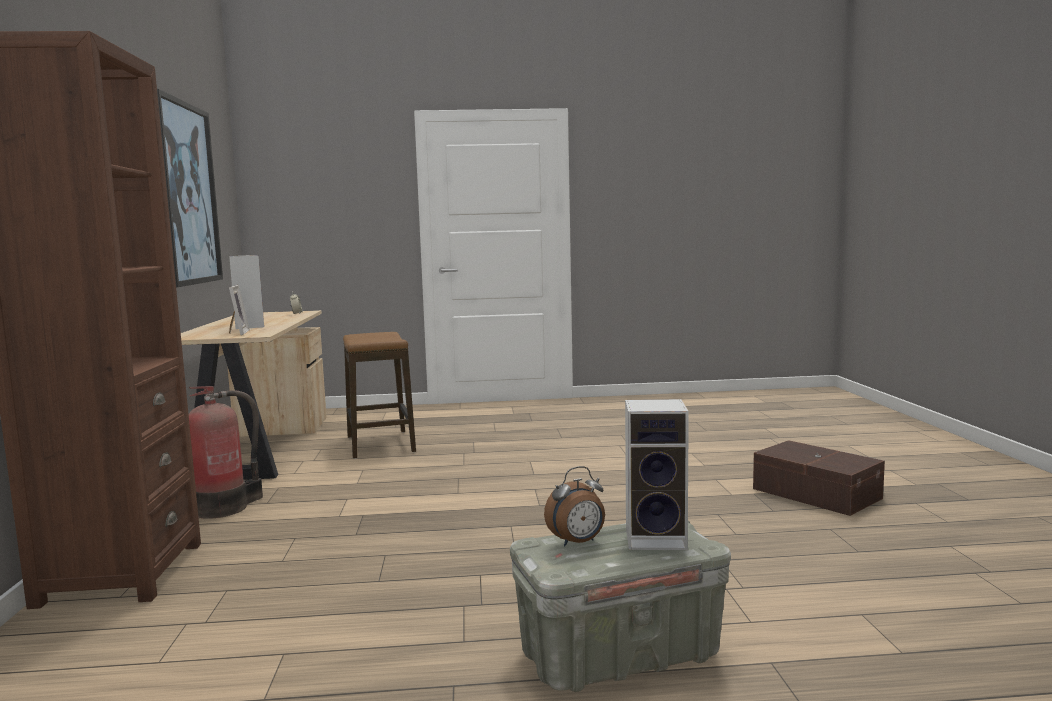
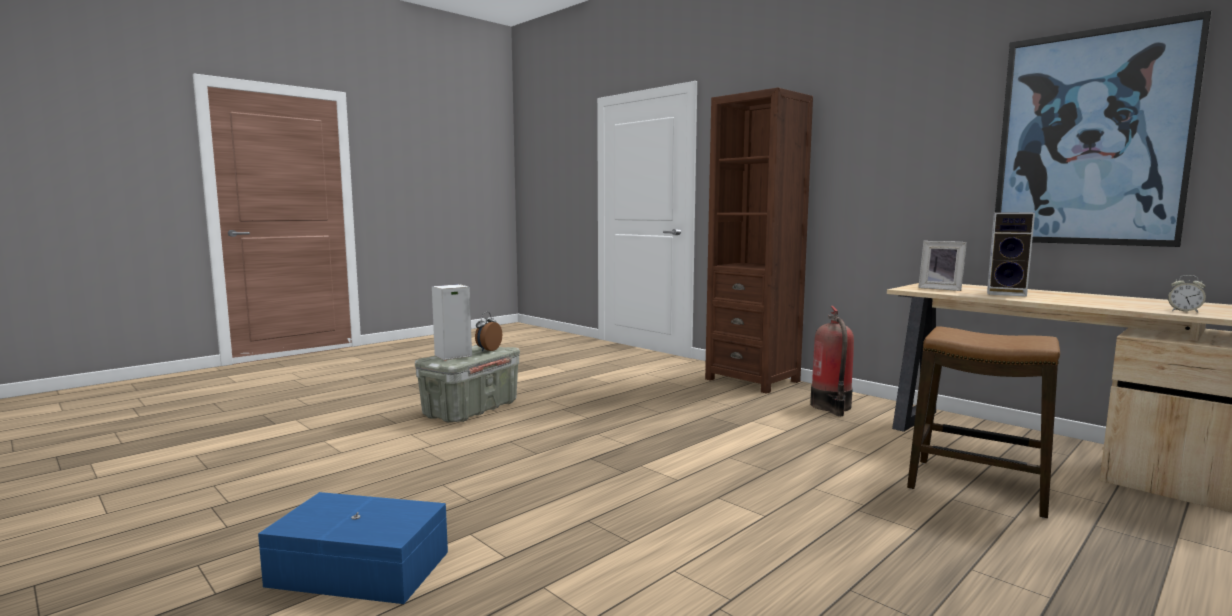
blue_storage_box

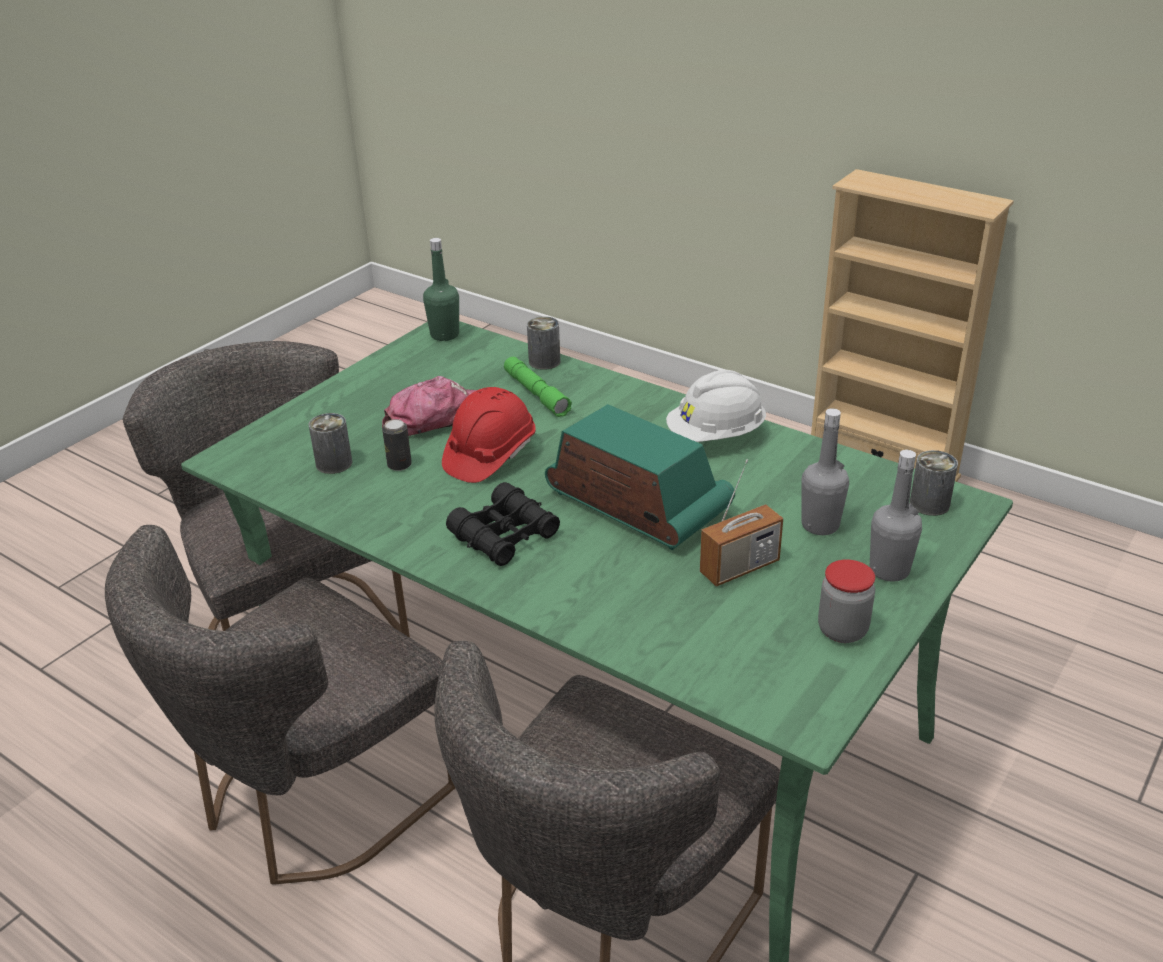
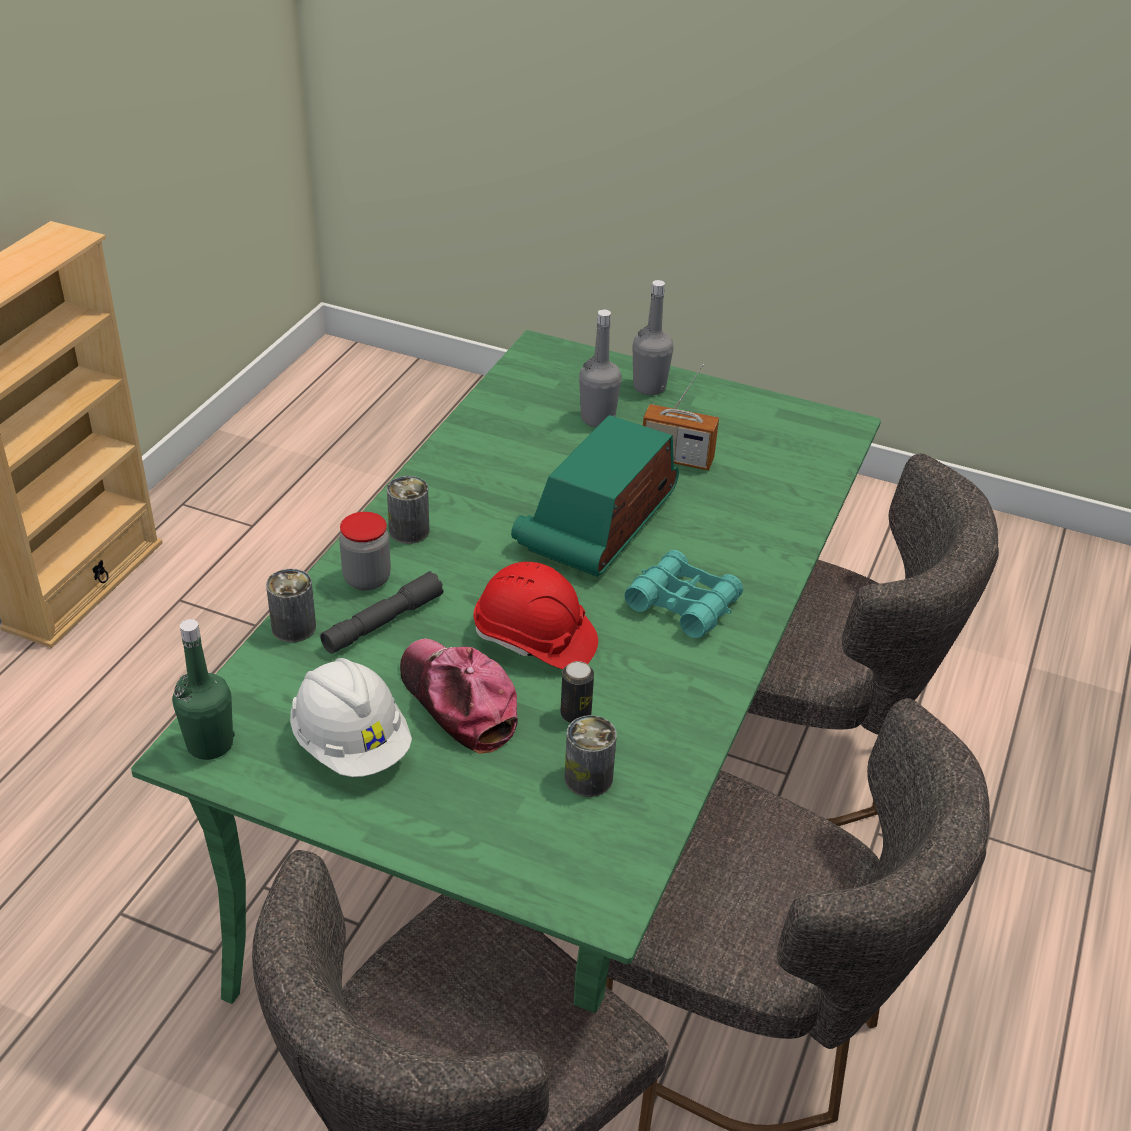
turquoise_binoculars; grey_flashlight; white_hard_hat; radio (no. 2 from left); jar; can (no. 2 from left)

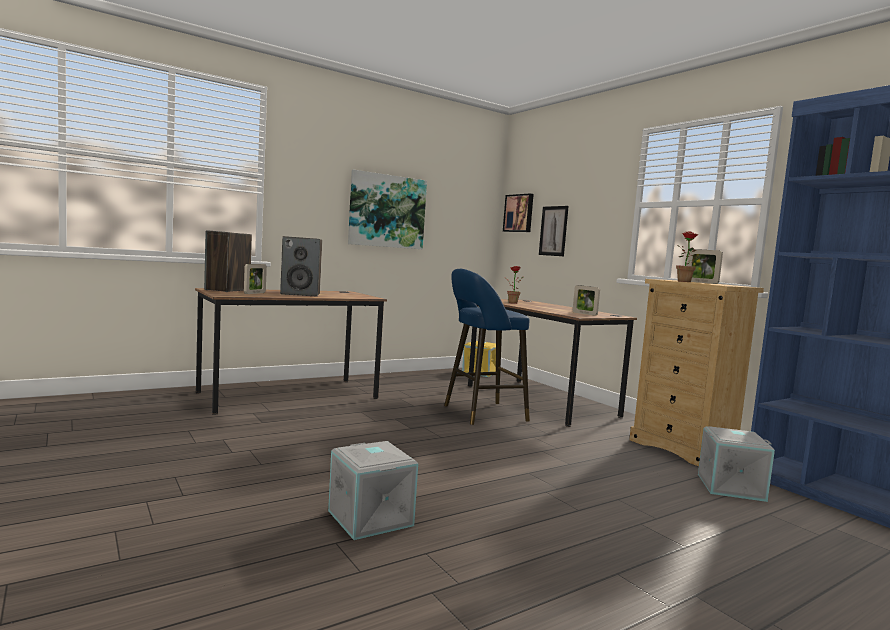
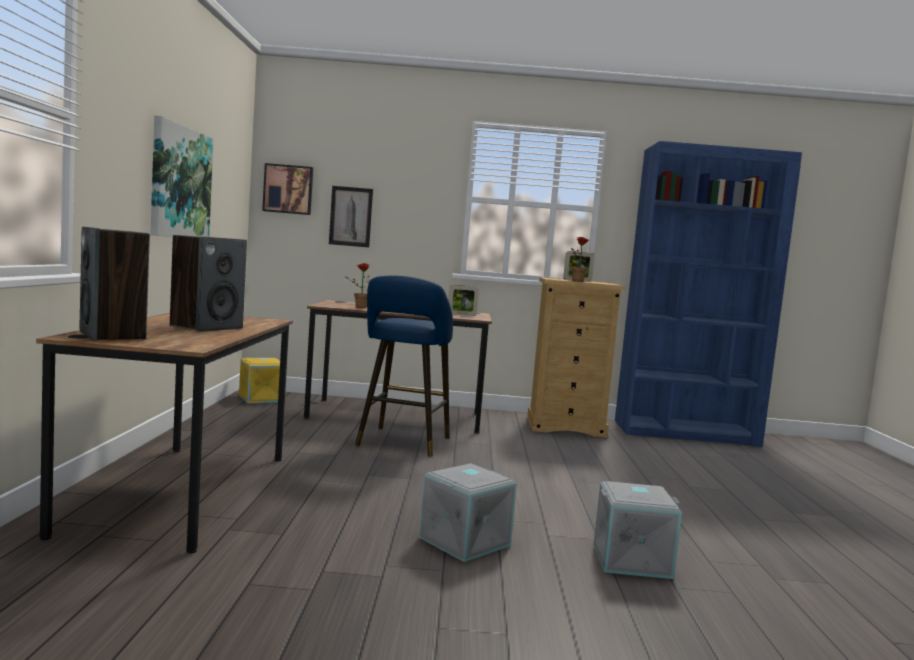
picture_frame (no. 1 from left in the first image); grey_storage_box (no. 1 from left)

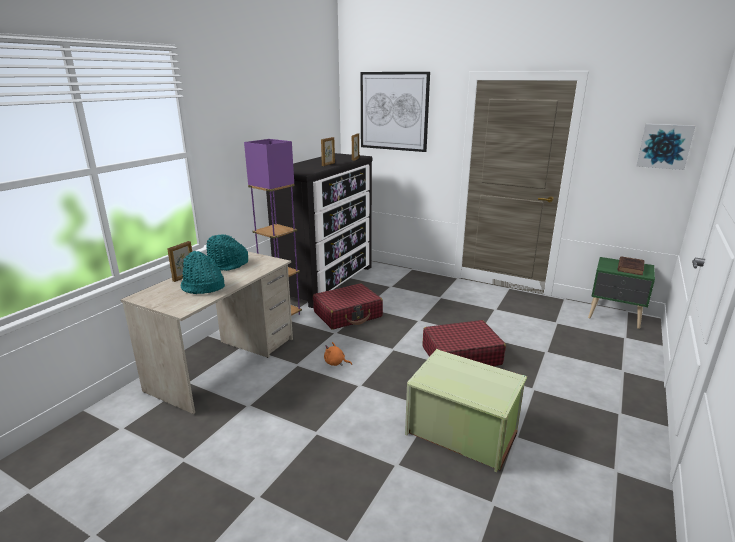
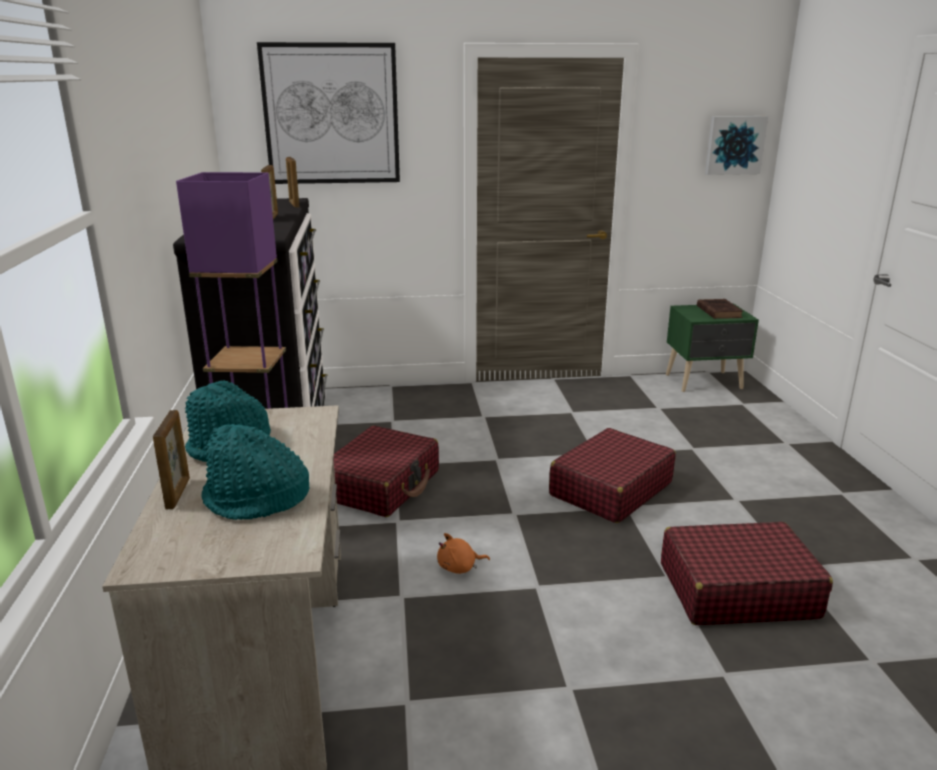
red_suitcase (no. 3 from left)

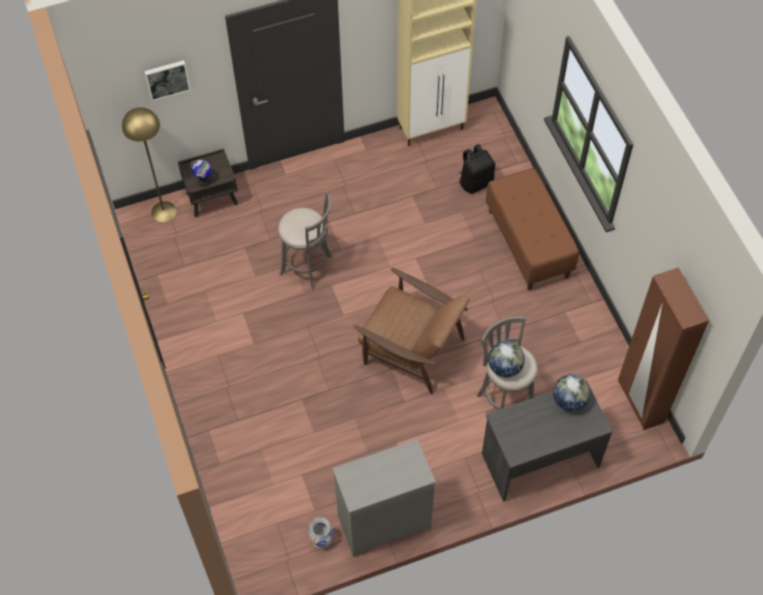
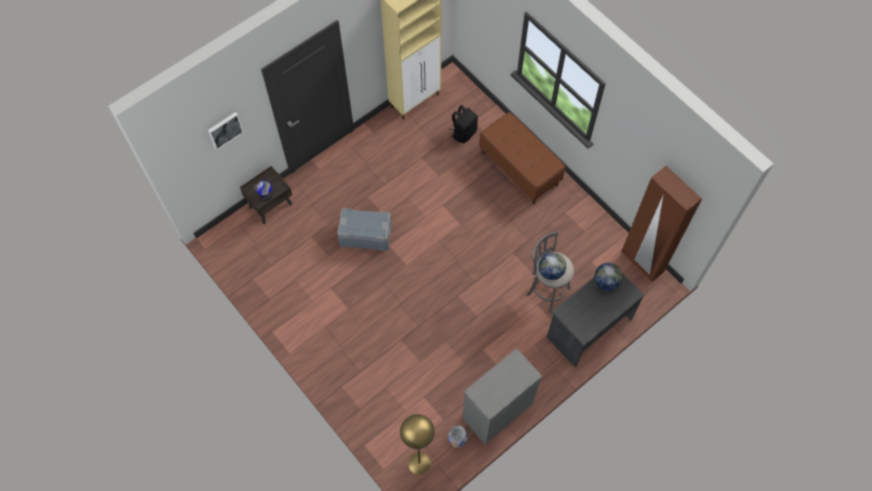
yellow_floor_lamp; grey_storage_box; brown_armchair

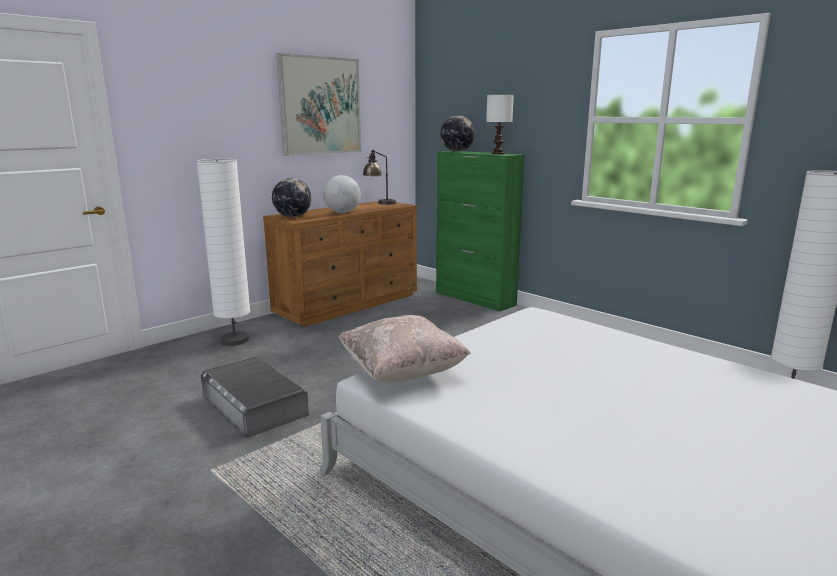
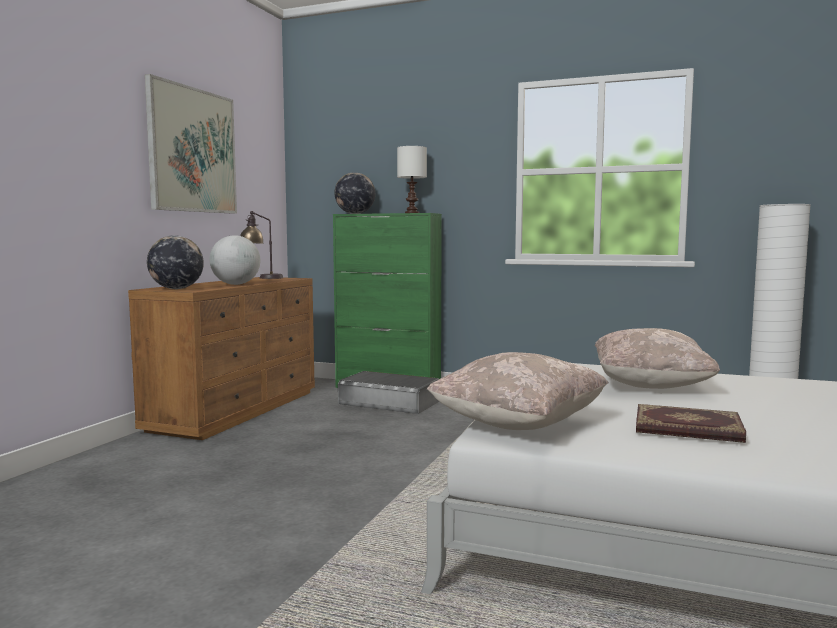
white_floor_lamp (no. 1 from left in the first image); grey_storage_box; beige_pillow (no. 2 from left); book

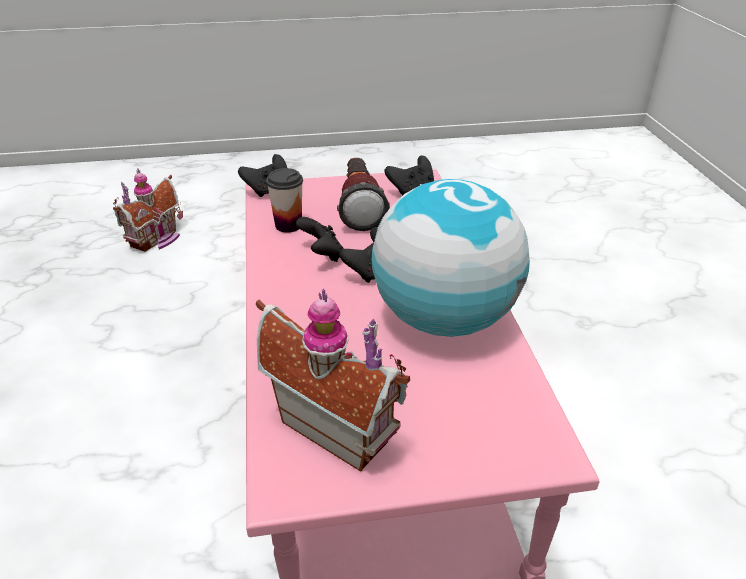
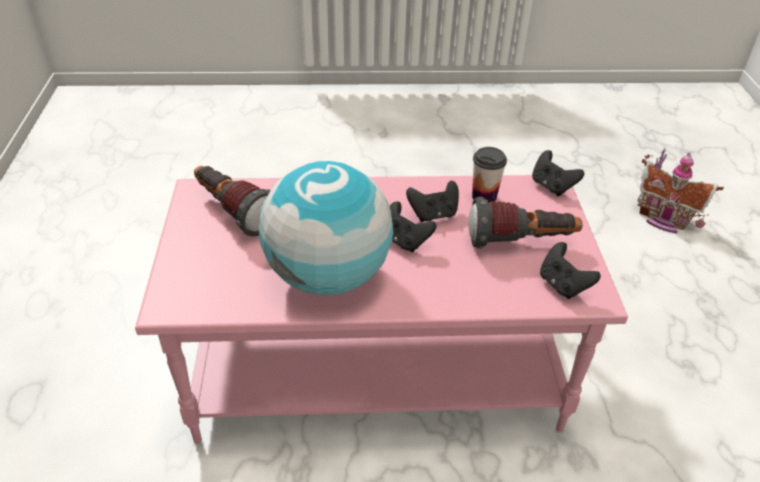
flashlight (no. 1 from left)

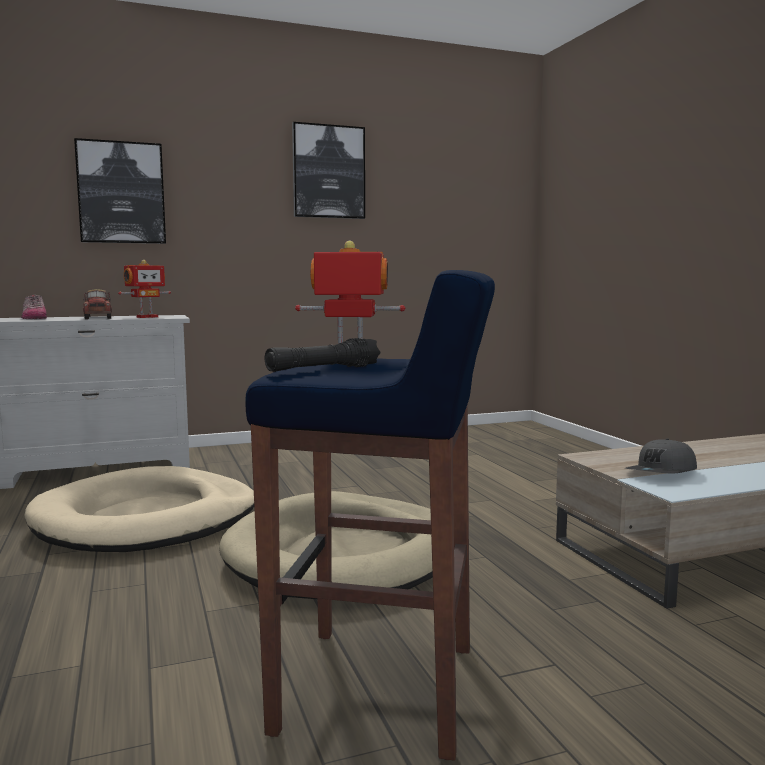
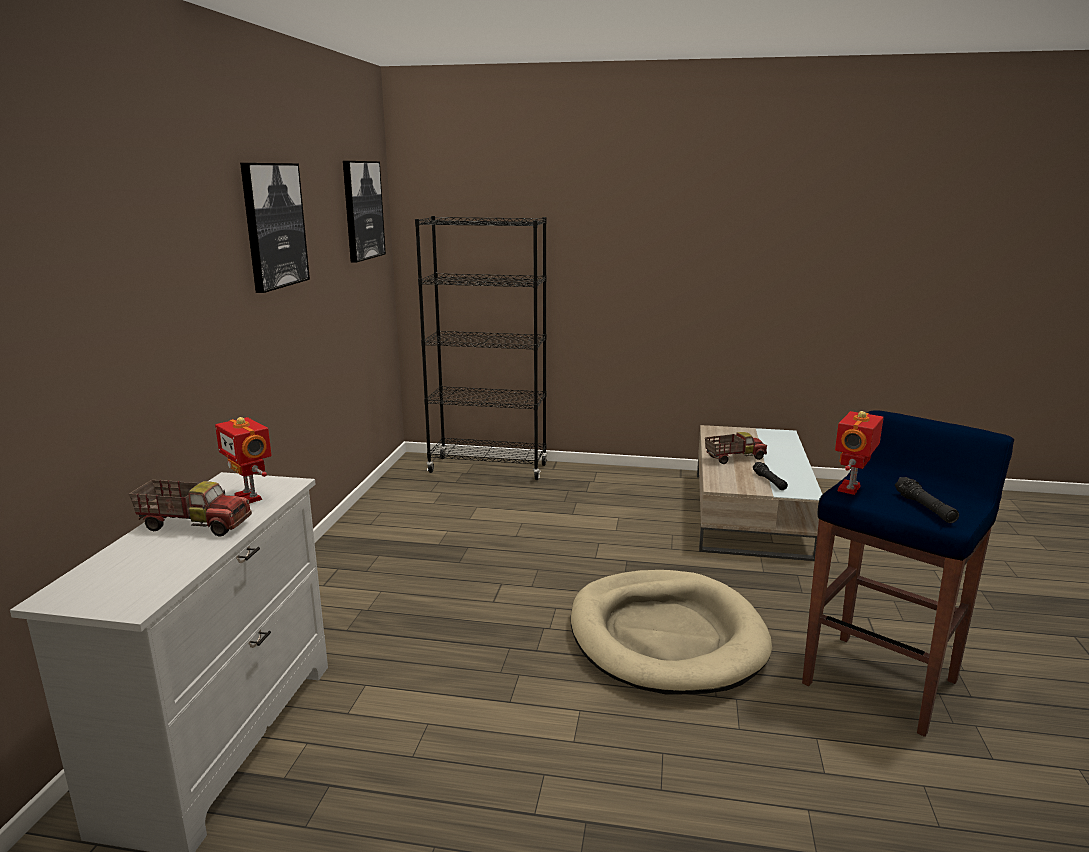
shoe; beige_dog_bed (no. 1 from left in the first image); picture (no. 2 from left); toy_robot (no. 1 from left); black_flashlight (no. 1 from left); black_bookcase; toy_truck (no. 2 from left)

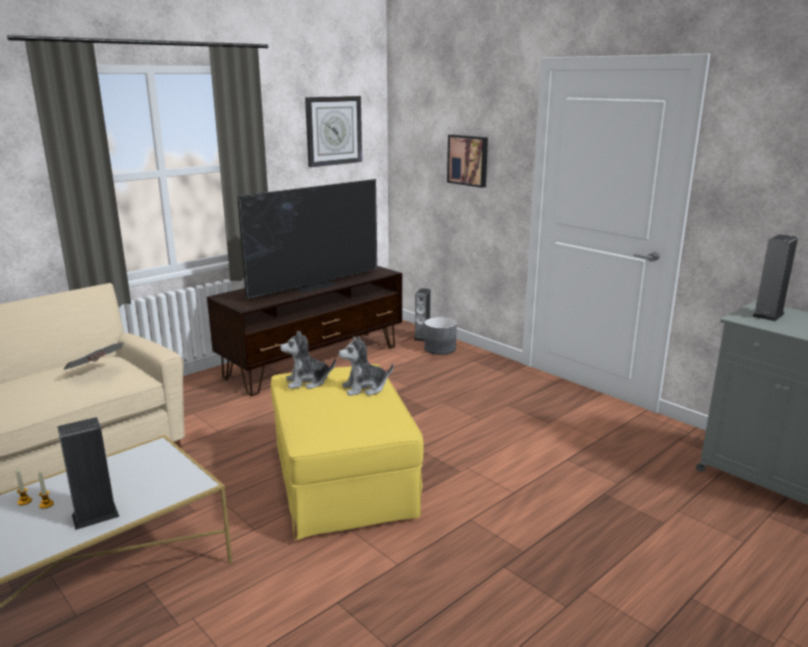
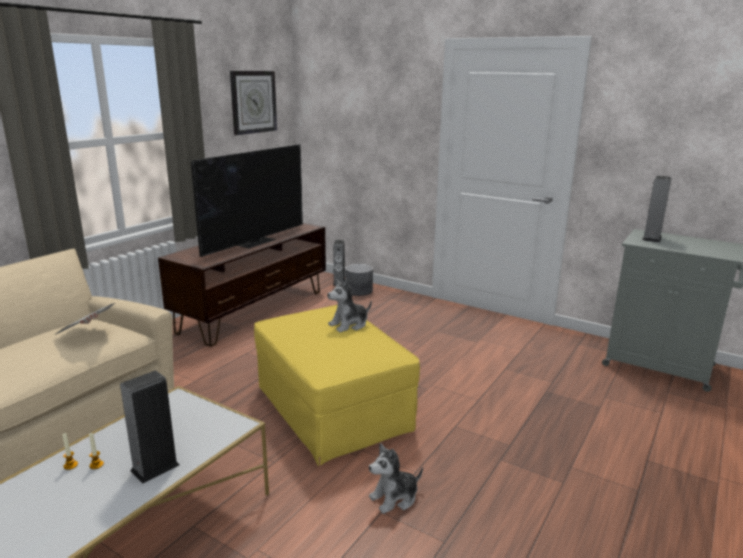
plush_toy (no. 2 from left); picture

